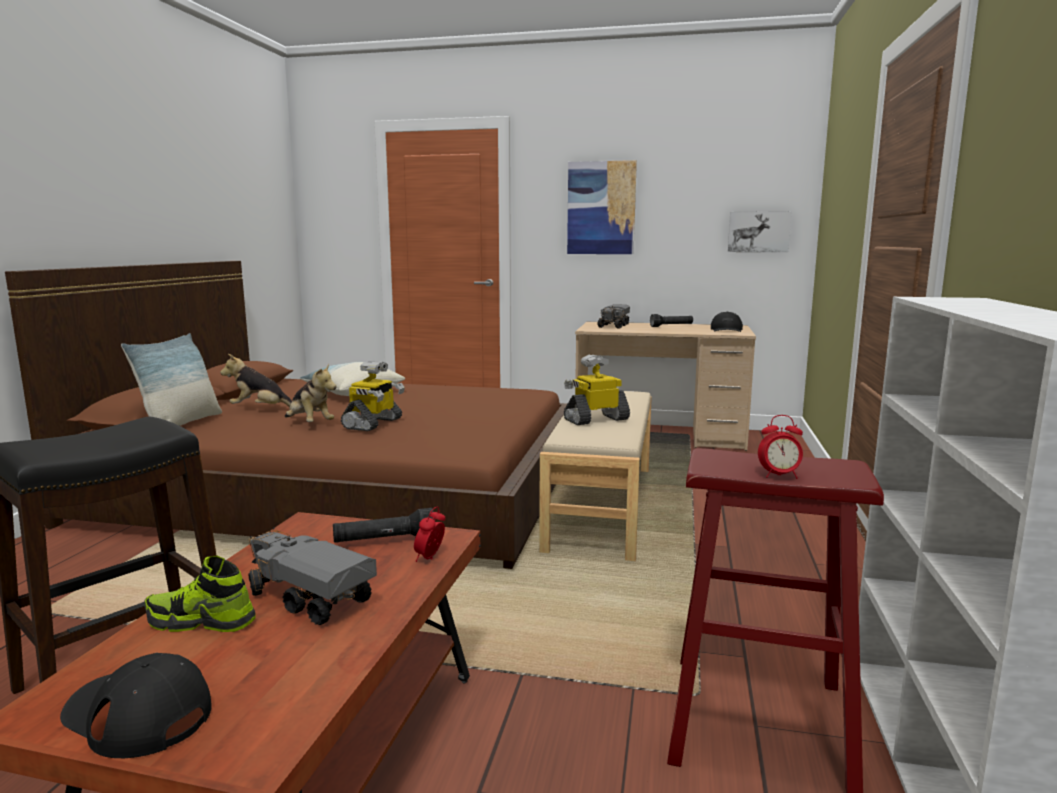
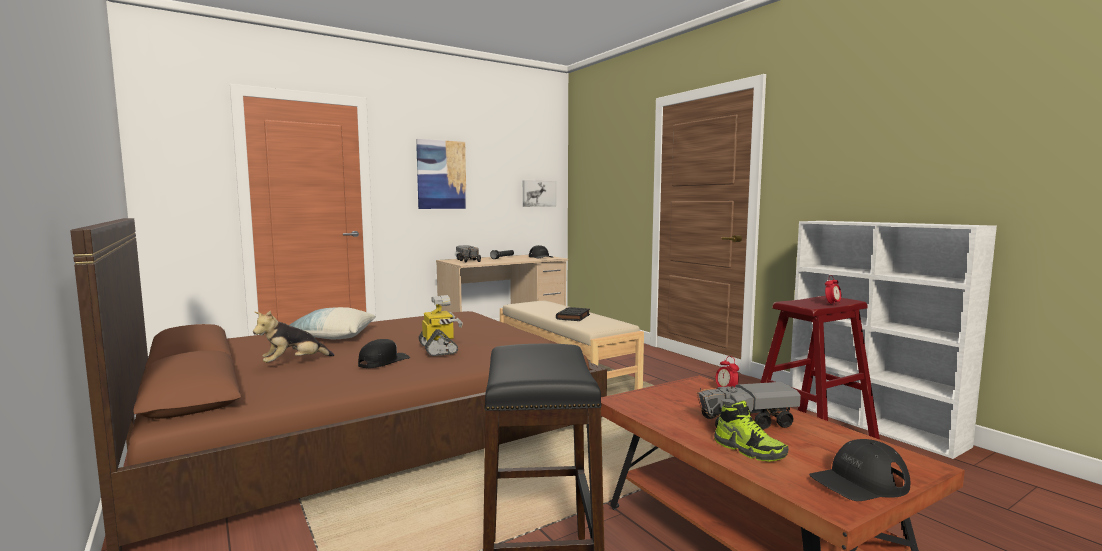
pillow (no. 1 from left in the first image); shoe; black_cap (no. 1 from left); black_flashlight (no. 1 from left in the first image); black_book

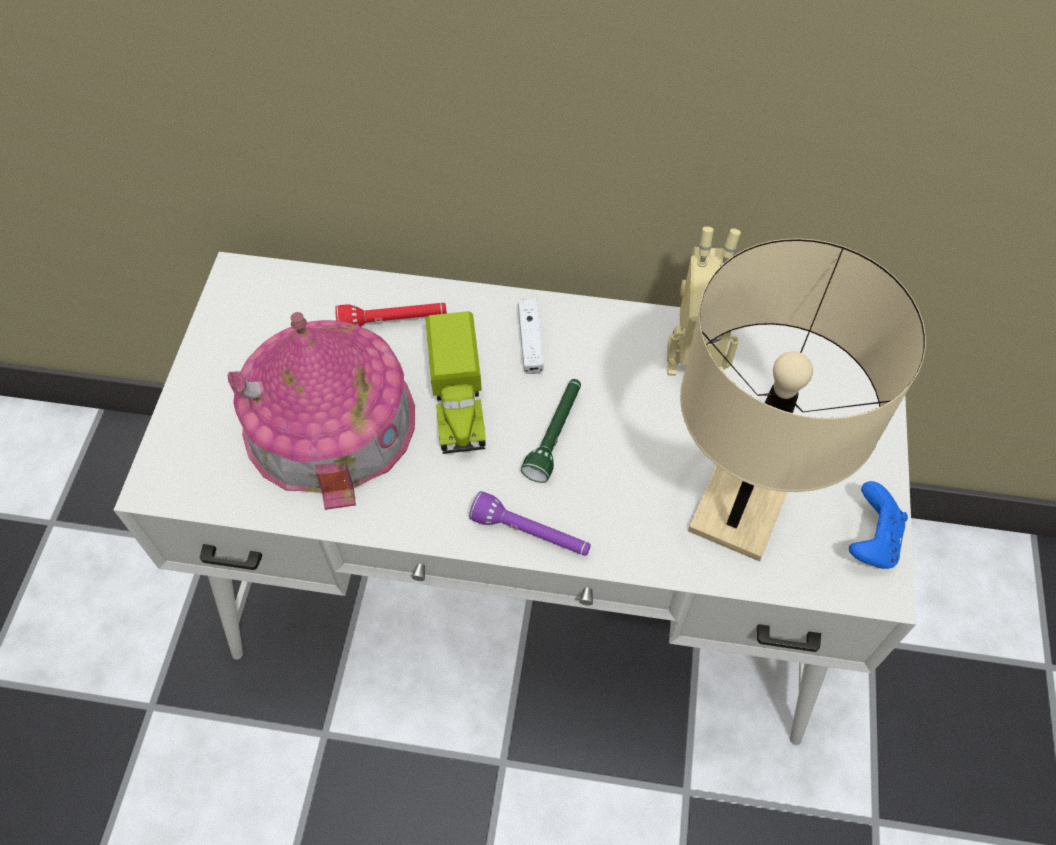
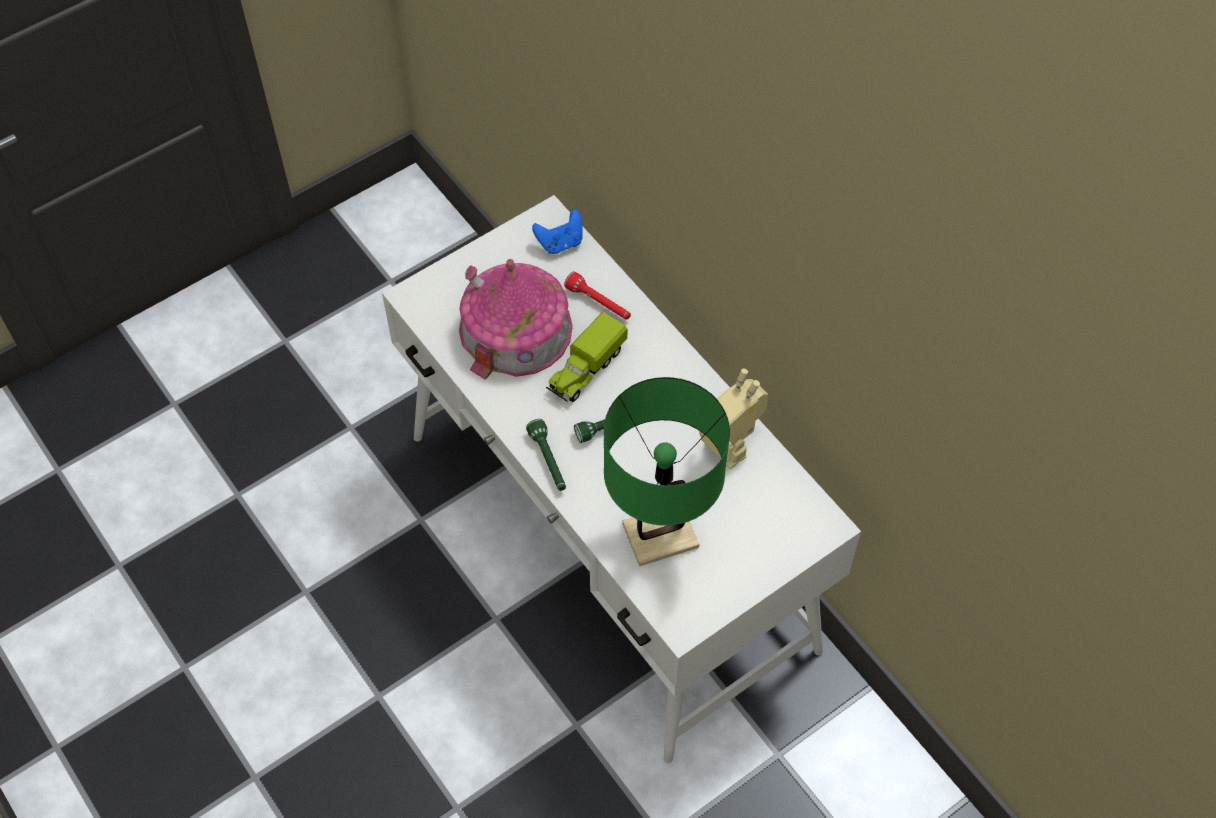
green_flashlight (no. 1 from left); white_game_controller; green_table_lamp; blue_game_controller

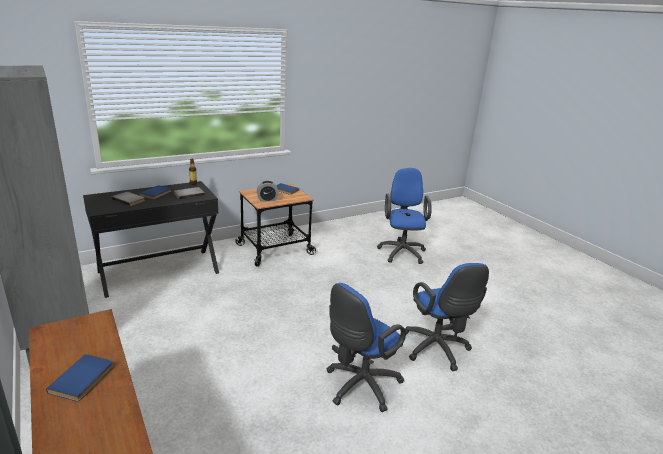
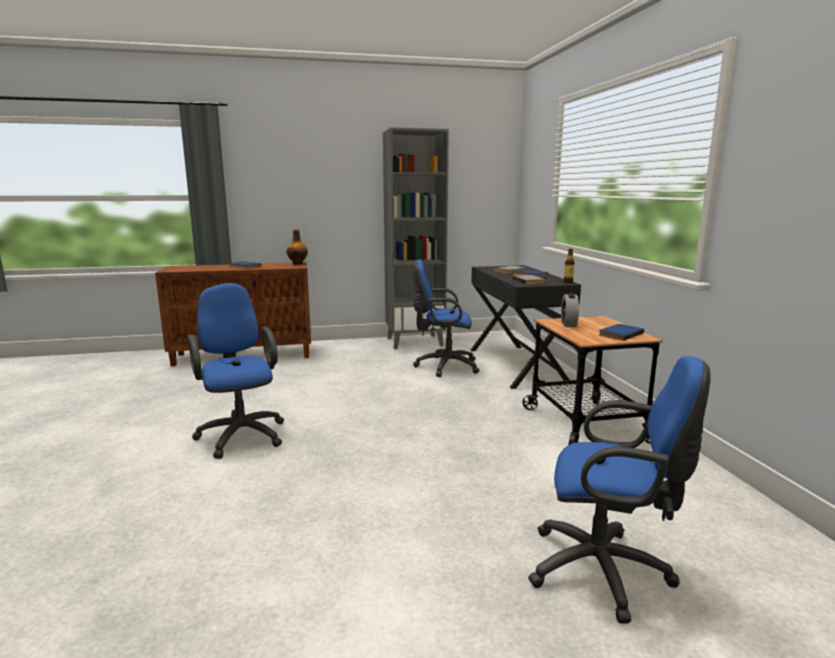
blue_office_chair (no. 2 from left); bottle (no. 1 from left)

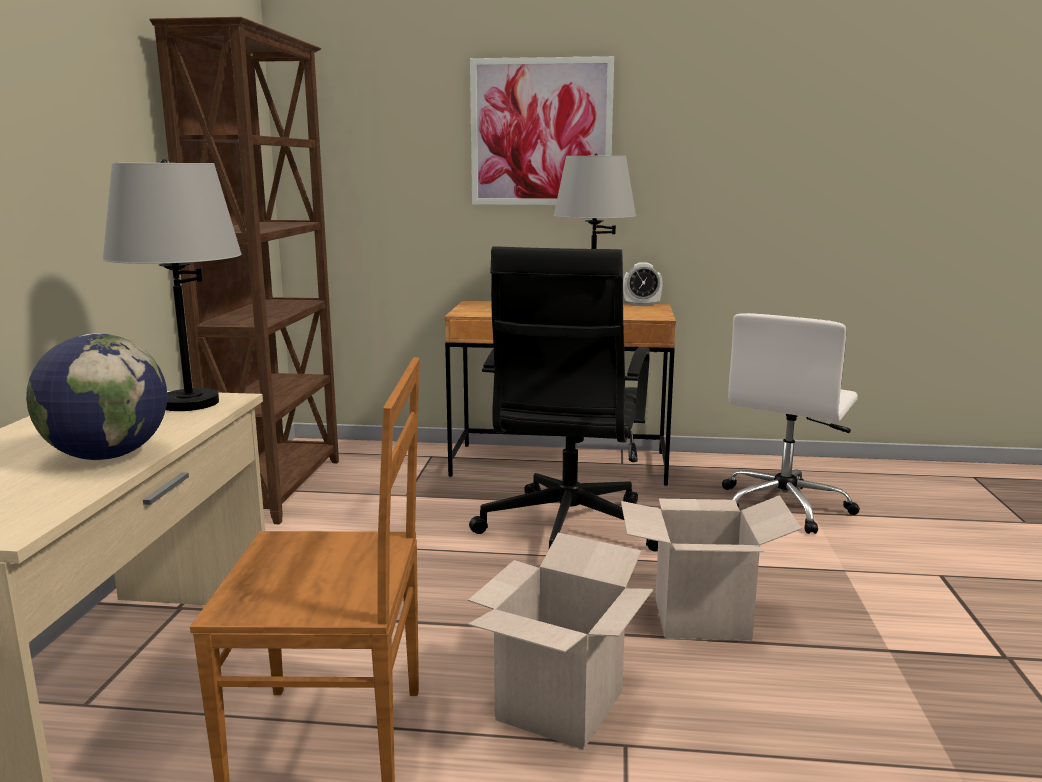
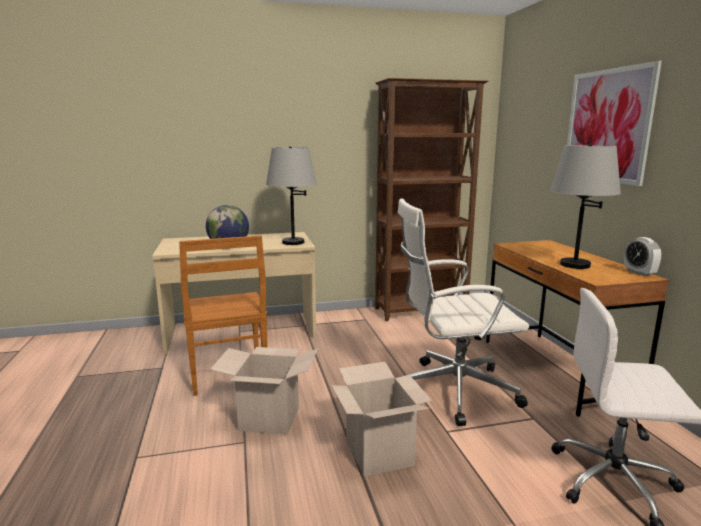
white_office_chair (no. 1 from left)

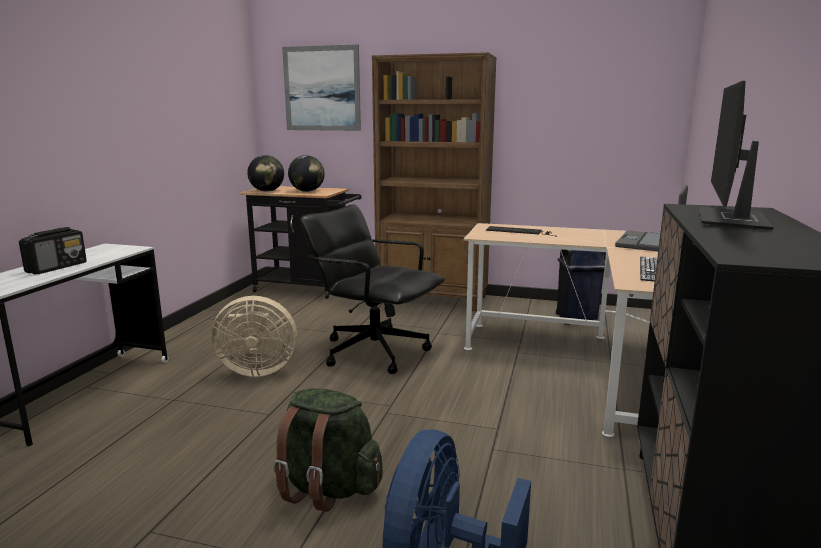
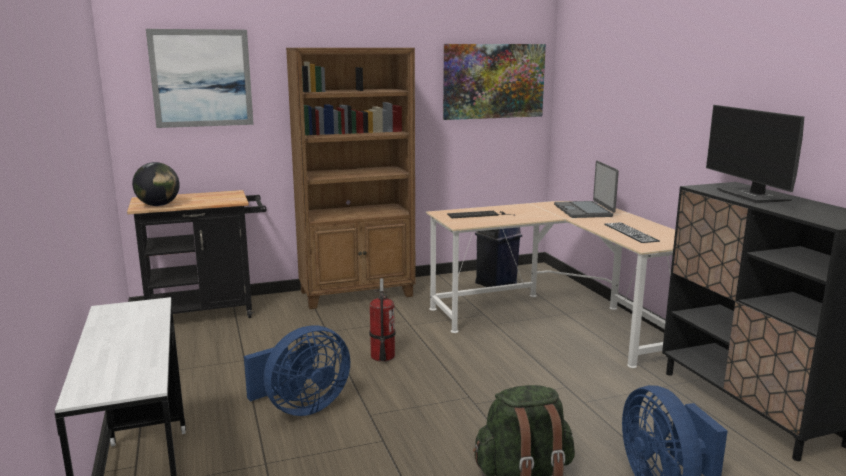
radio; blue_fan (no. 1 from left); globe (no. 2 from left in the first image); fire_extinguisher; picture (no. 2 from left)

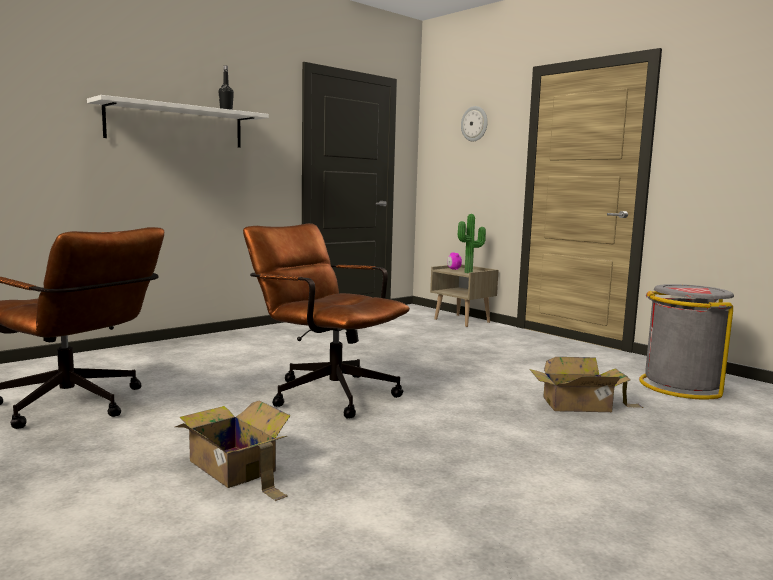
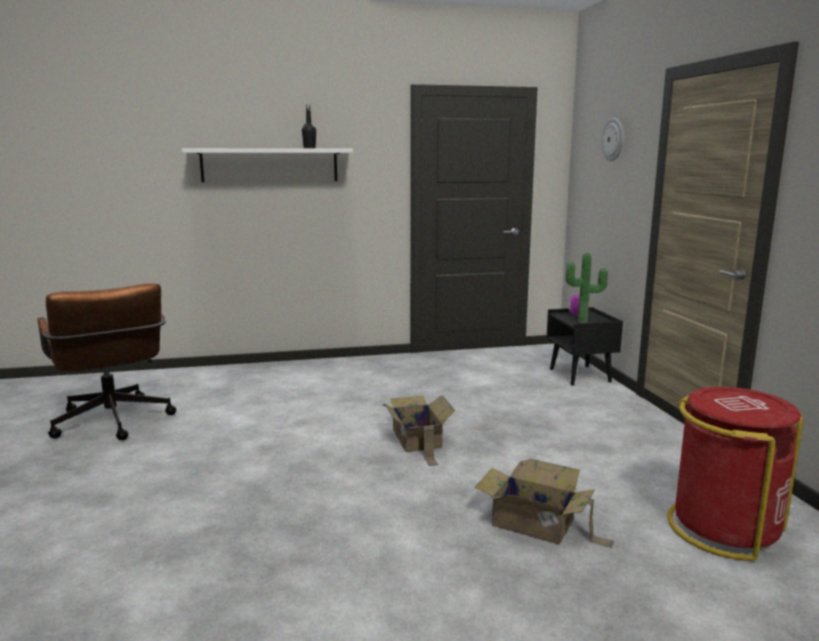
cardboard_box (no. 1 from left); brown_office_chair (no. 2 from left in the first image); black_nightstand; red_trash_can

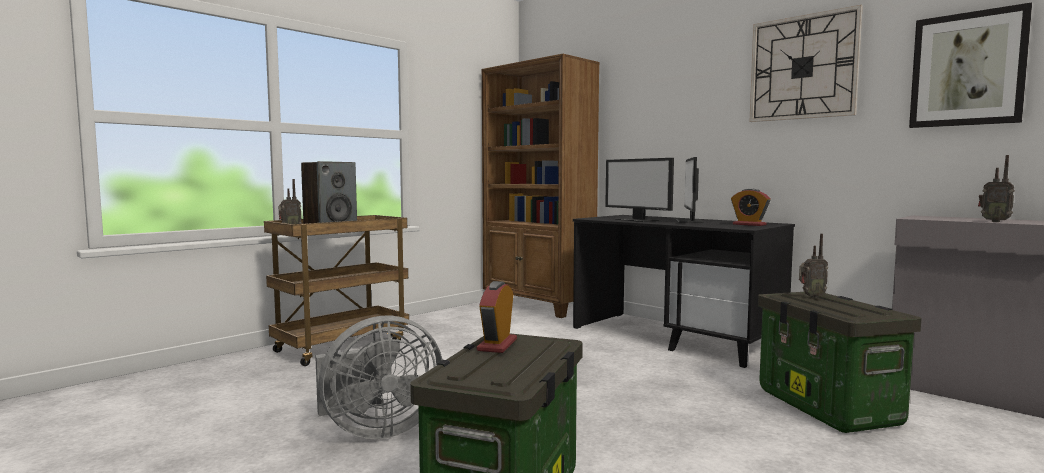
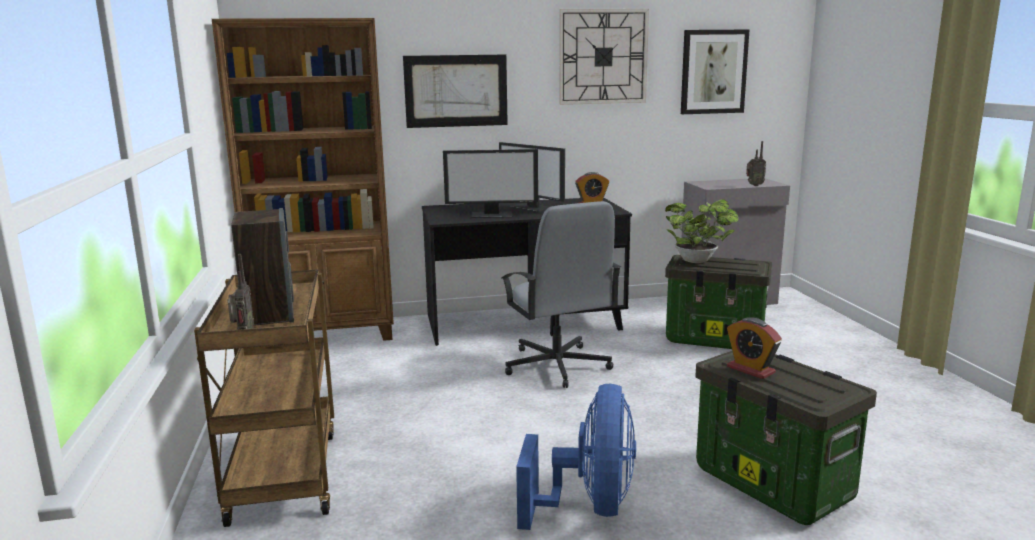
blue_fan; potted_plant; picture (no. 1 from left); grey_office_chair

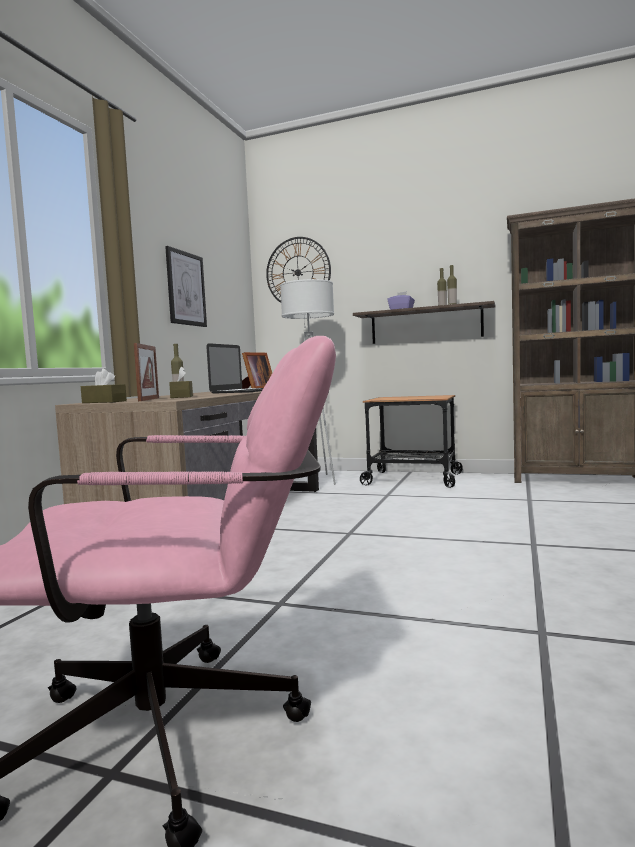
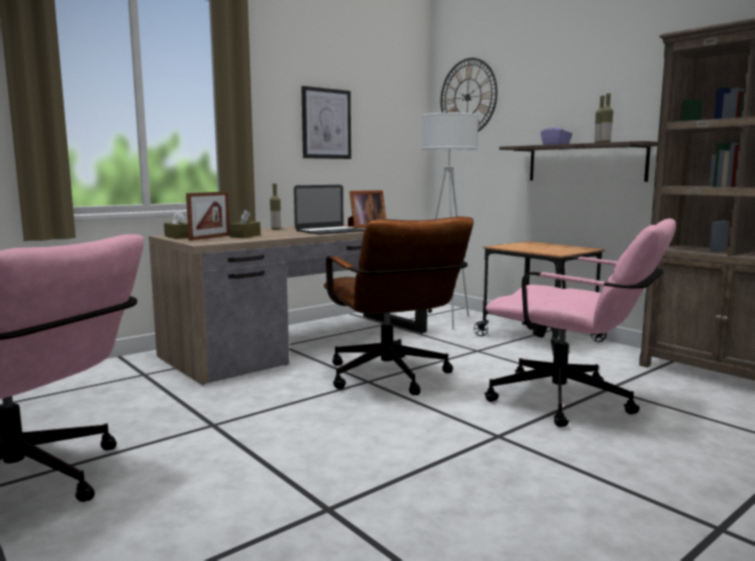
brown_office_chair; pink_office_chair (no. 2 from left)

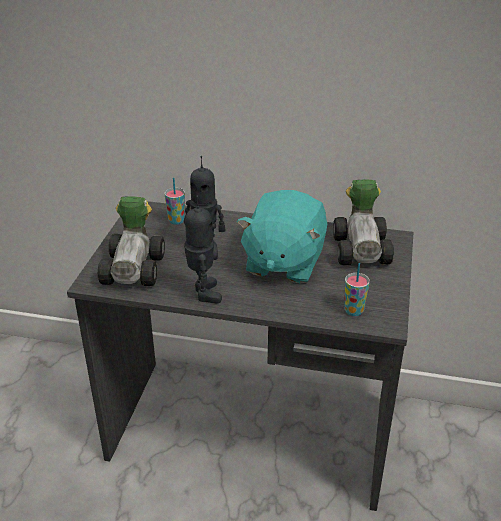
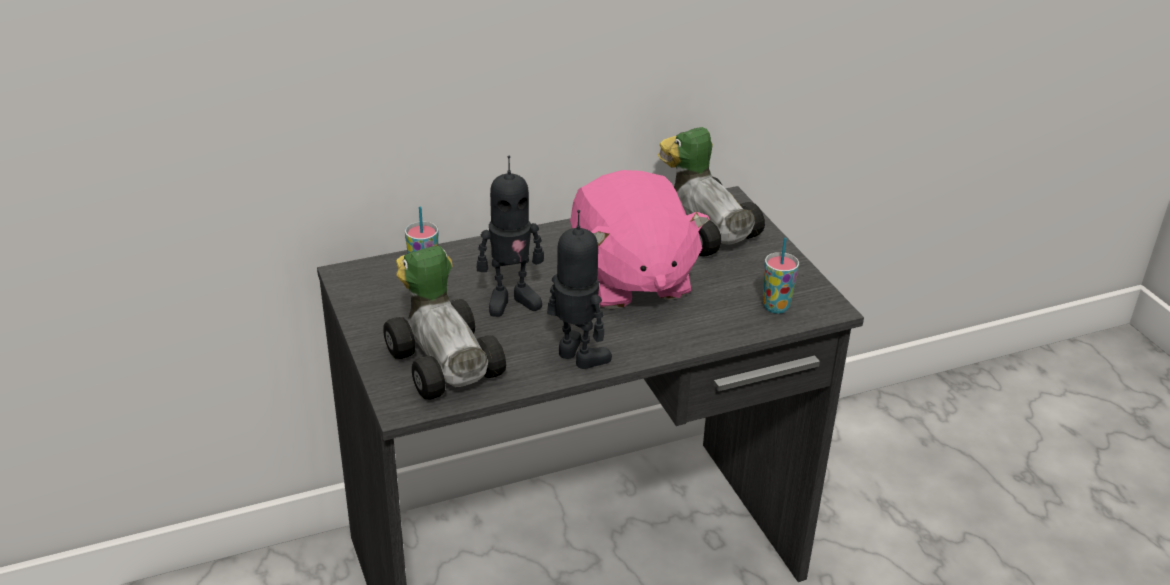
pink_plush_toy

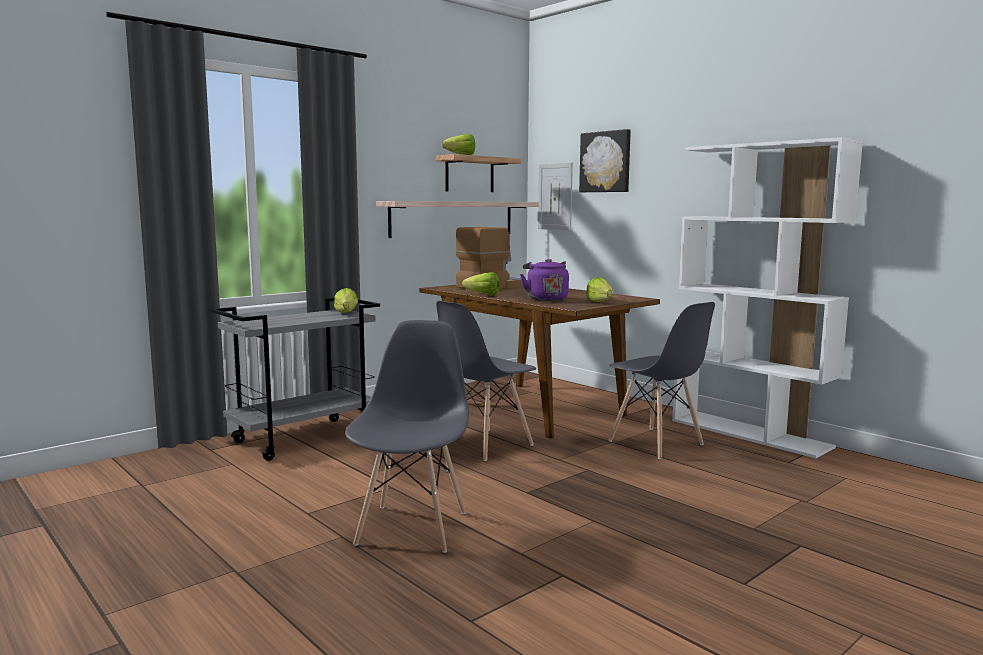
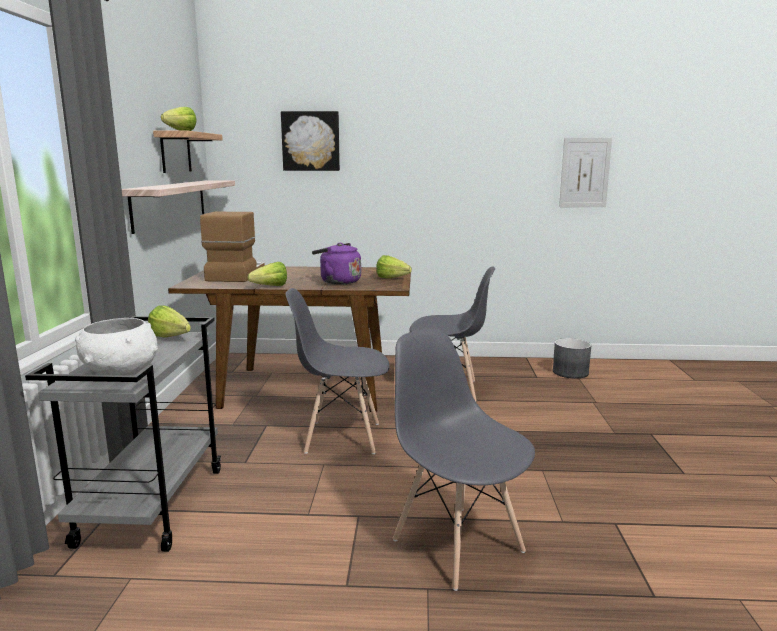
grey_chair (no. 1 from left); picture (no. 2 from left); white_bookcase; white_bowl; grey_planter

